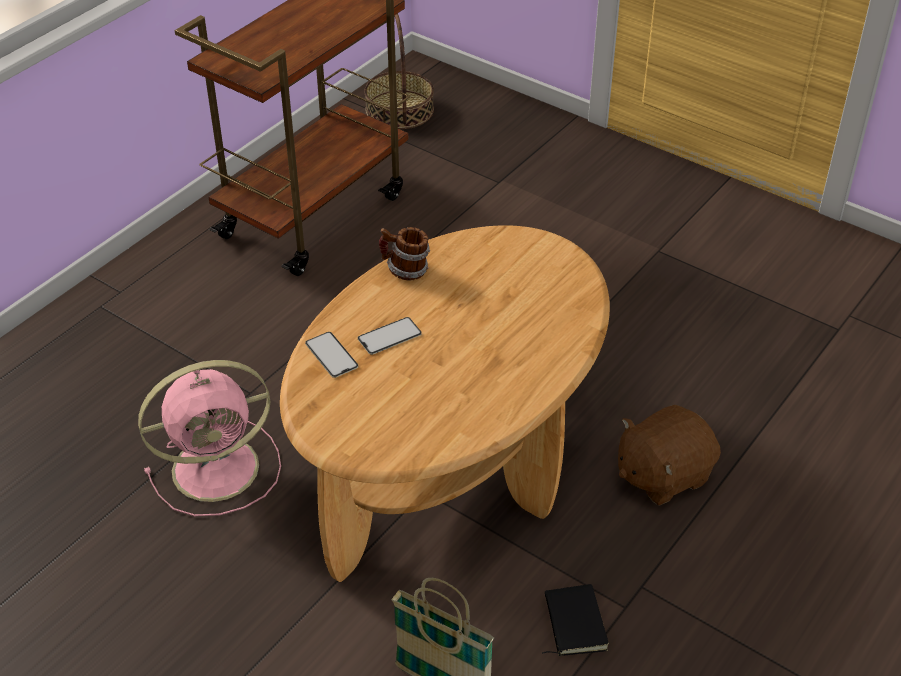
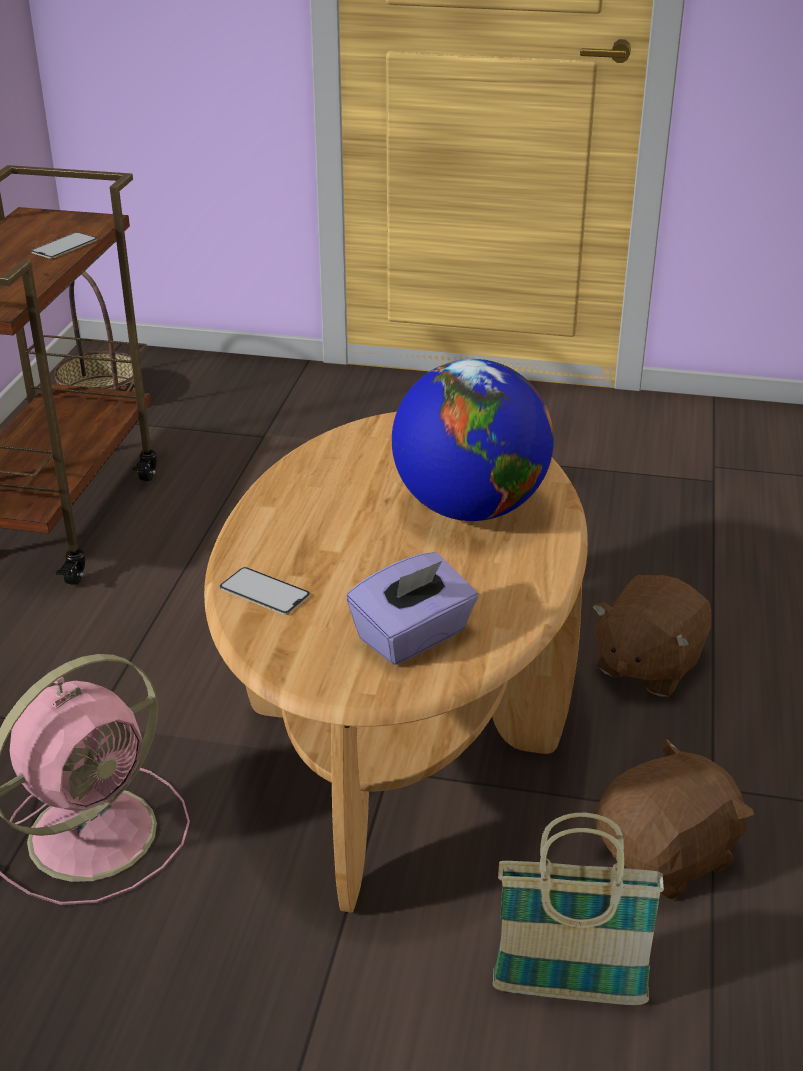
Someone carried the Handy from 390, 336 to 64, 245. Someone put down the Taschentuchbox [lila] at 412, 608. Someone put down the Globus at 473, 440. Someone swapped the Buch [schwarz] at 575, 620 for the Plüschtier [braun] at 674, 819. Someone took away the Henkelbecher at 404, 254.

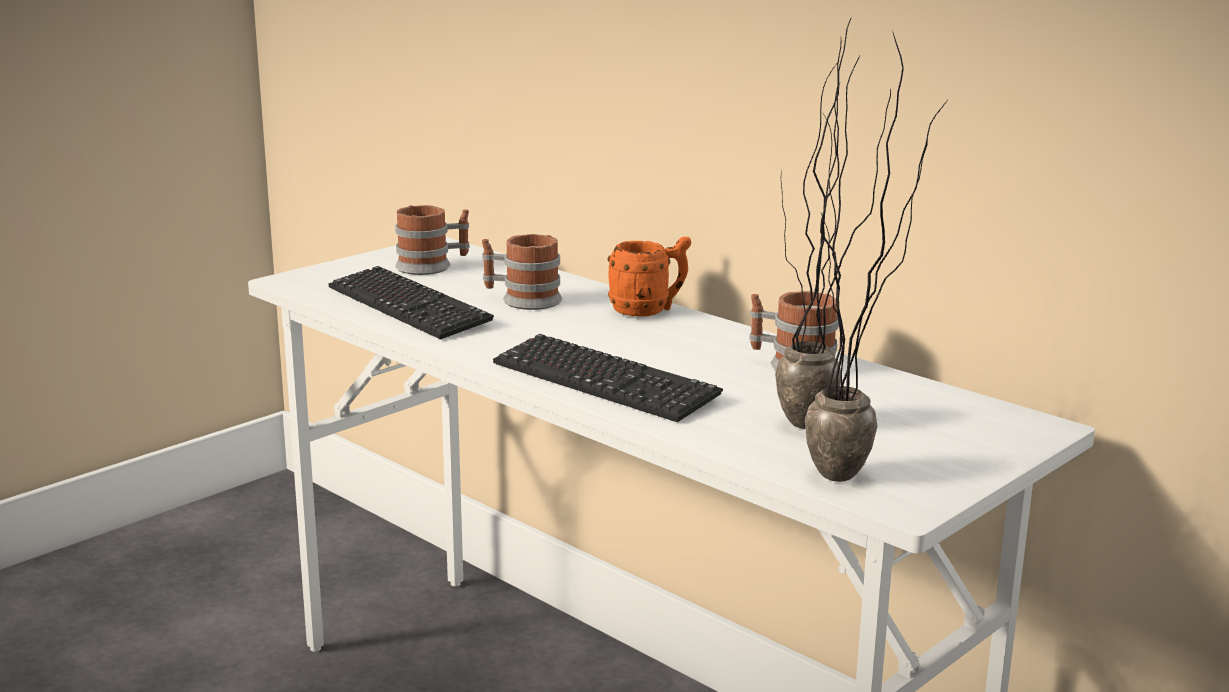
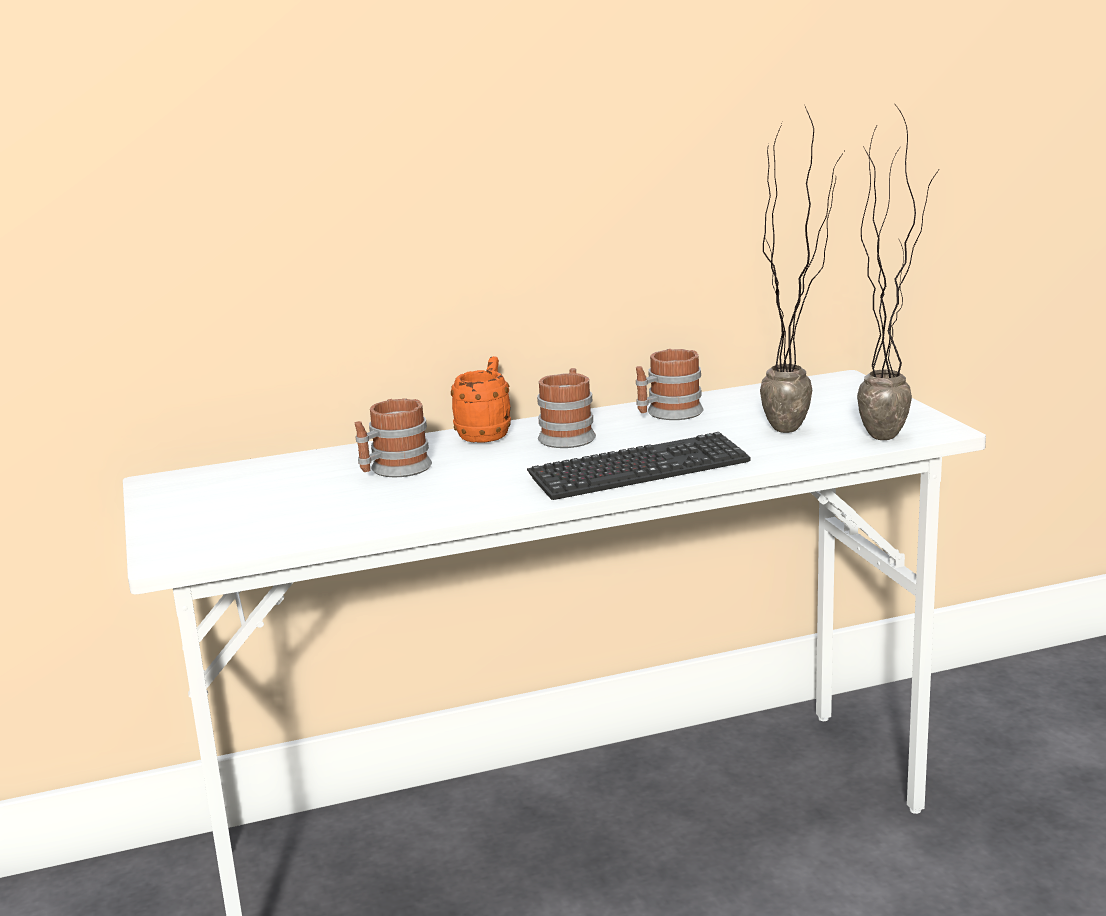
Someone carried the Henkelbecher from 432, 240 to 566, 408. Someone took away the Tastatur at 411, 302.

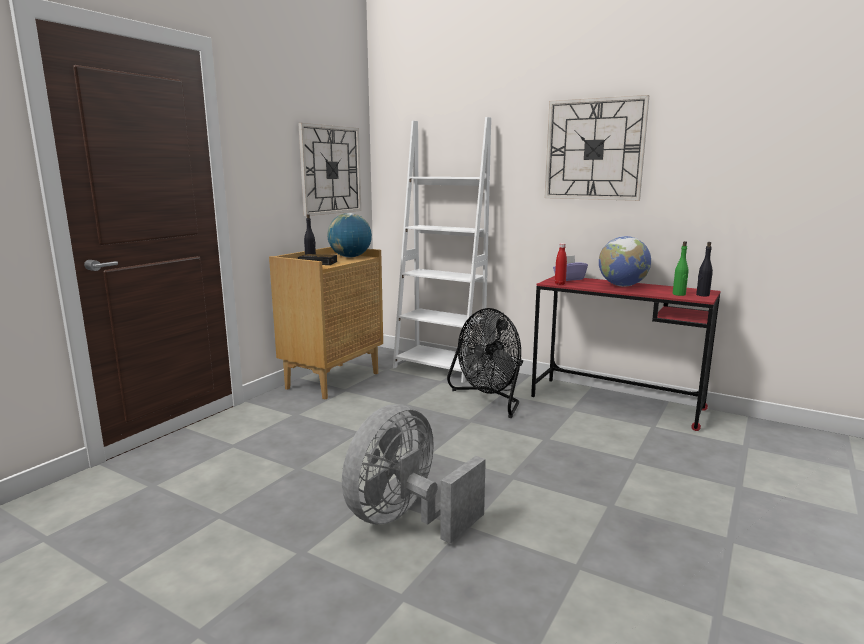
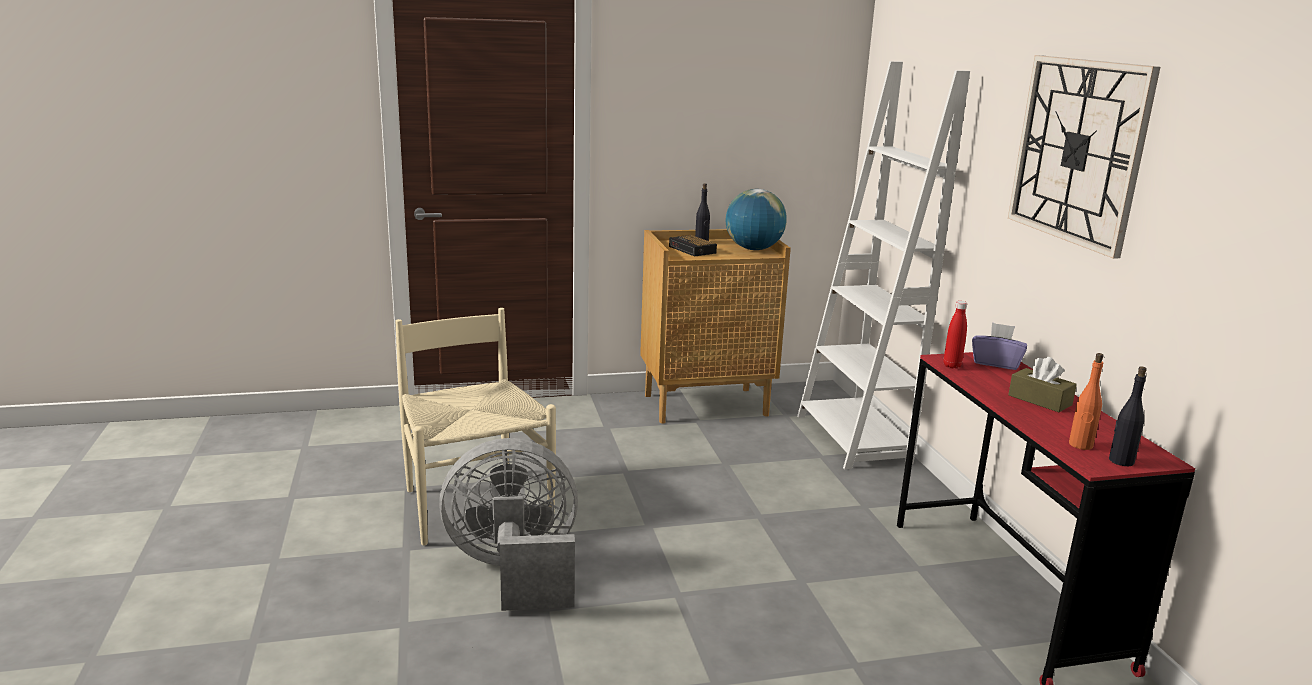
Someone put down the Stuhl [beige] at 475, 426. Someone swapped the Globus at 625, 261 for the Taschentuchbox [braun] at 1042, 384. Someone repainted the Flasche [grün] at 680, 268, which became the Flasche [orange] at 1086, 401. Someone took away the Wanduhr at 329, 169. Someone took away the Ventilator [schwarz] at 485, 363.

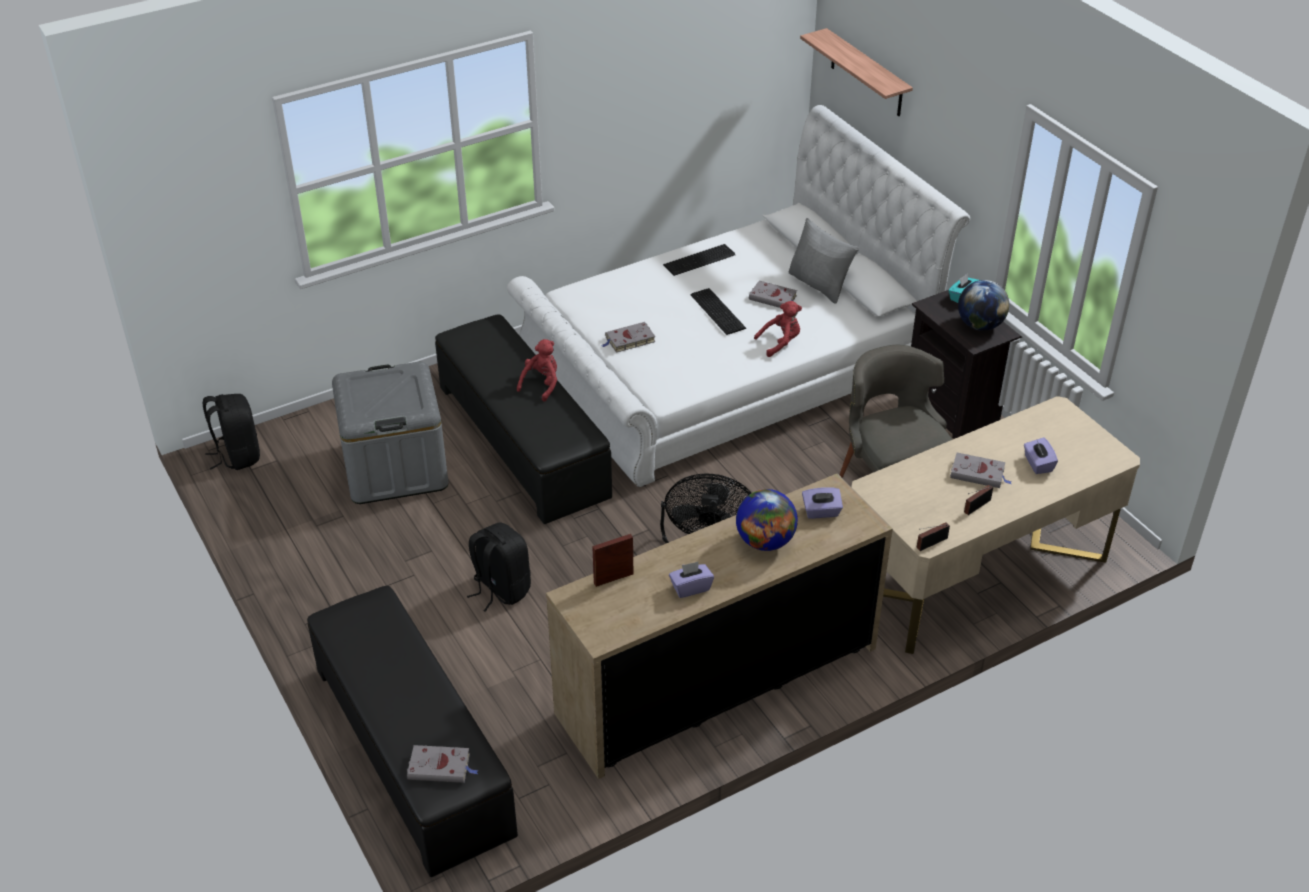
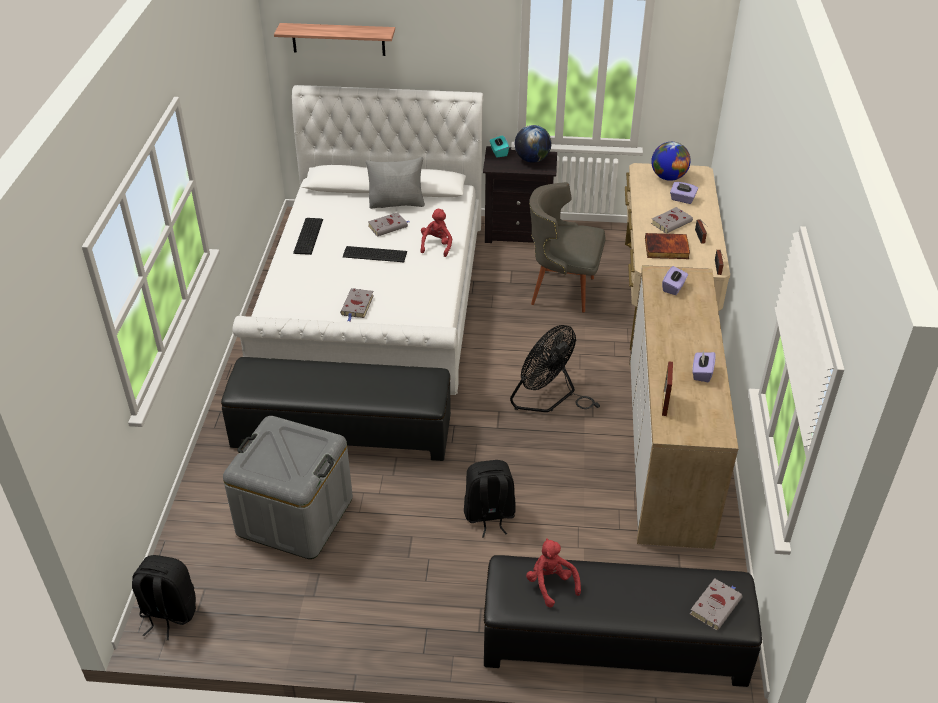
Someone carried the Plüschtier [rot] from 537, 370 to 553, 573. Someone put down the Buch at 667, 246. Someone carried the Globus from 767, 520 to 671, 161.

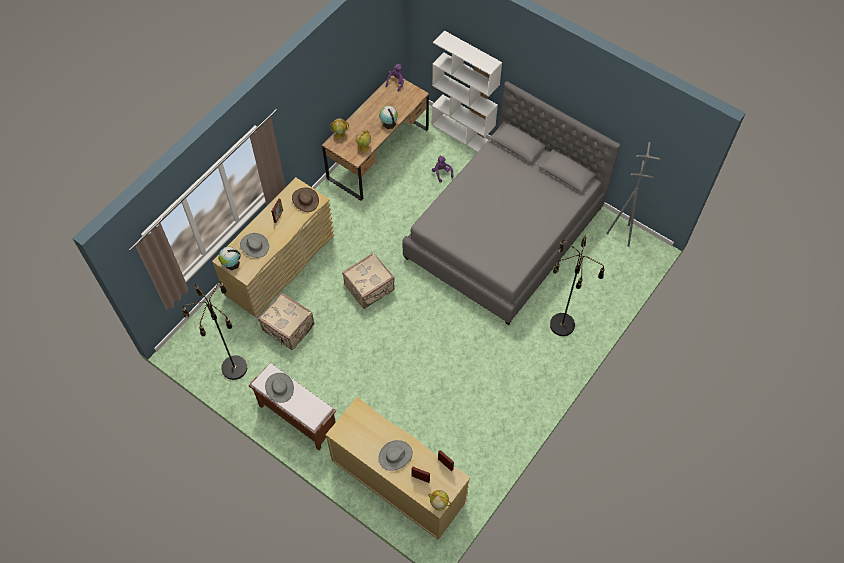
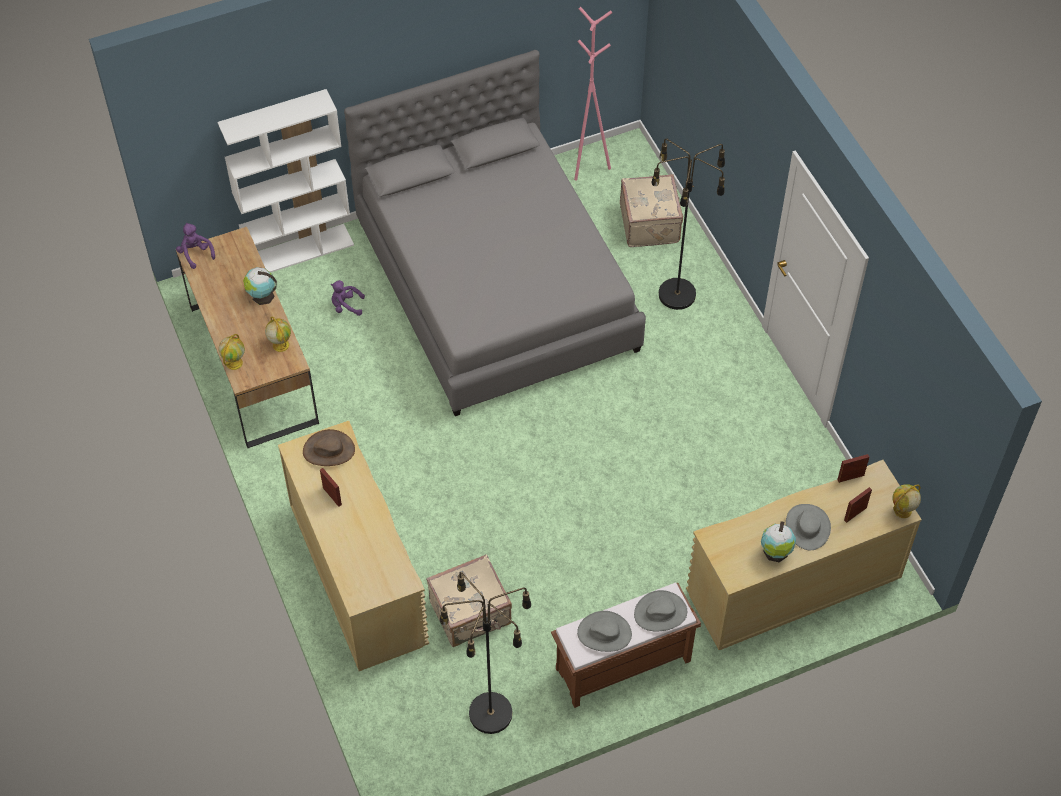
Someone repainted the Kleiderständer [grau] at 633, 194, which became the Kleiderständer [rosa] at 593, 94. Someone carried the Koffer [beige] from 368, 281 to 652, 210. Someone carried the Hut [grau] from 254, 245 to 660, 610. Someone carried the Globus from 229, 258 to 778, 542.

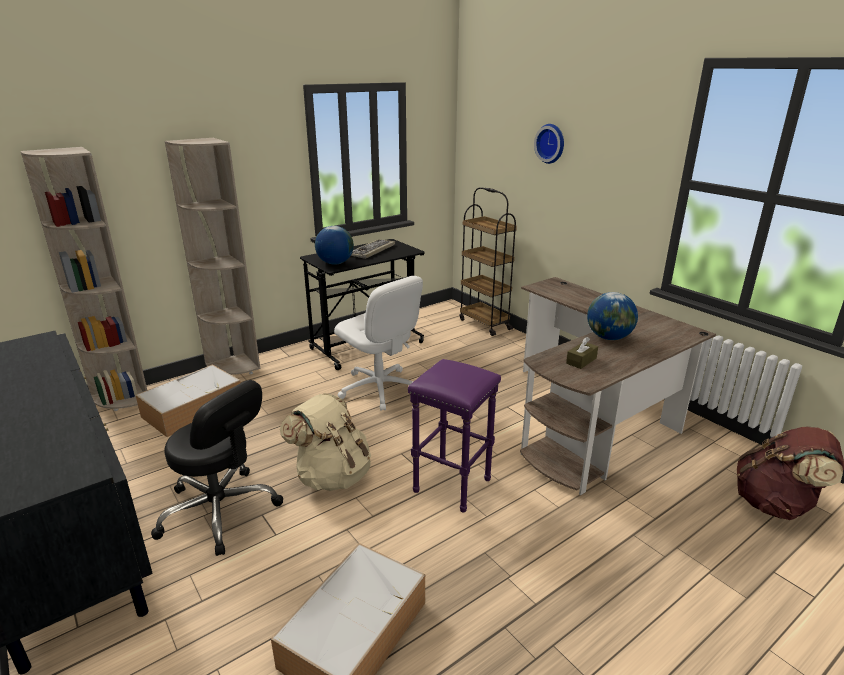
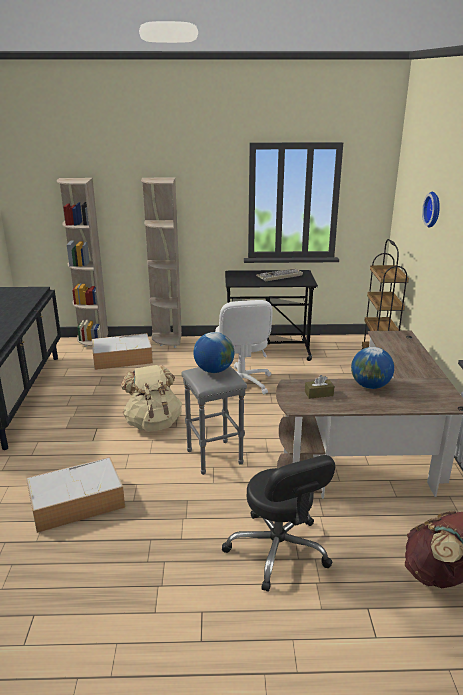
Someone repainted the Hocker [lila] at 454, 435, which became the Hocker [grau] at 214, 420. Someone carried the Globus from 334, 245 to 213, 352. Someone carried the Bürostuhl [schwarz] from 217, 468 to 278, 523.

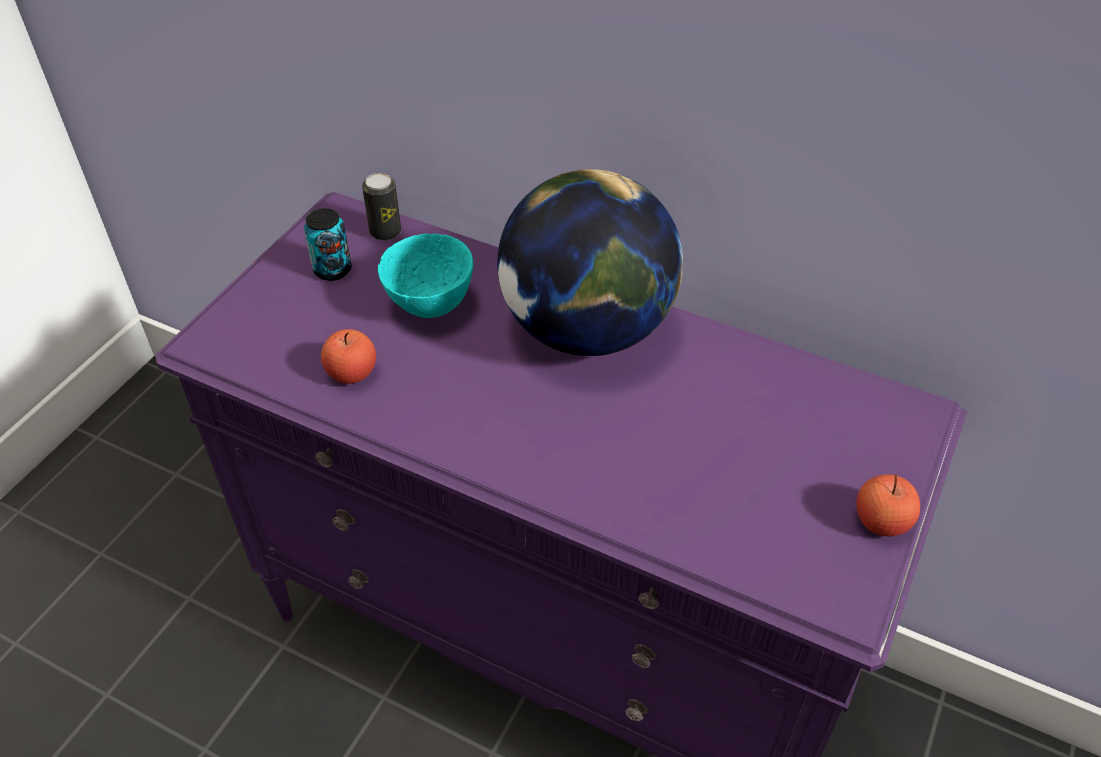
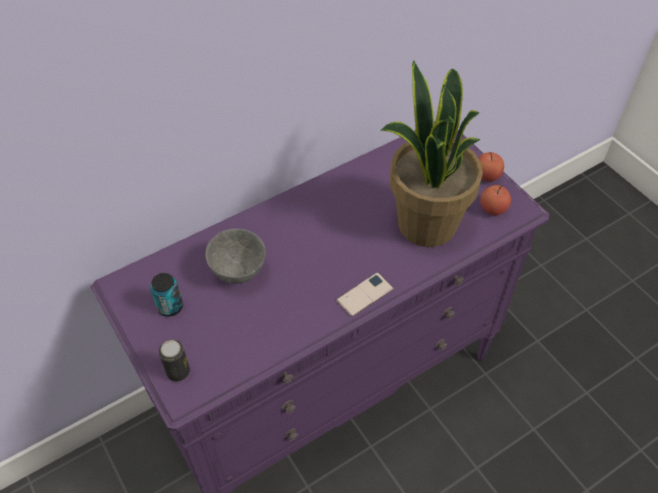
Someone carried the Dose from 381, 207 to 174, 361. Someone repainted the Schüssel [türkis] at 425, 275, which became the Schüssel [grau] at 235, 256. Someone put down the Handy at 364, 295. Someone put down the Topfpflanze at 431, 154. Someone carried the Apfel from 348, 356 to 495, 200. Someone took away the Globus at 590, 262.

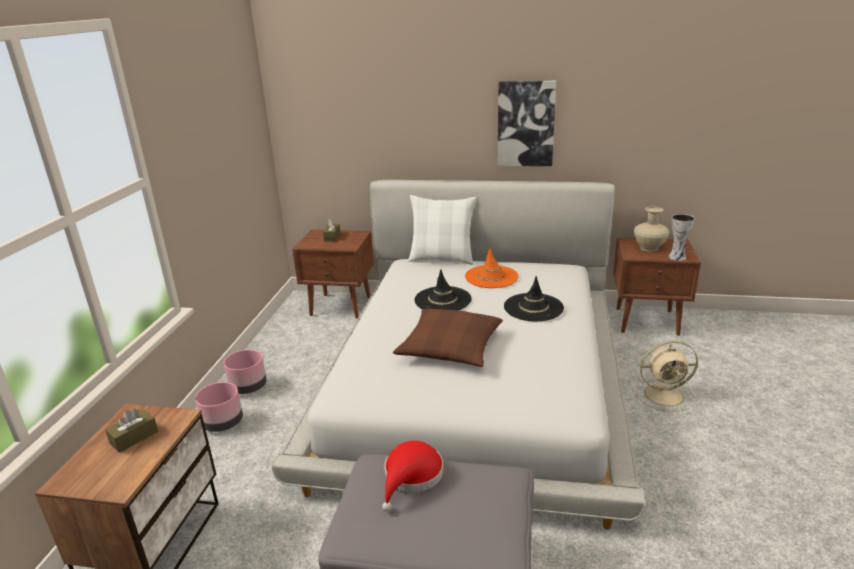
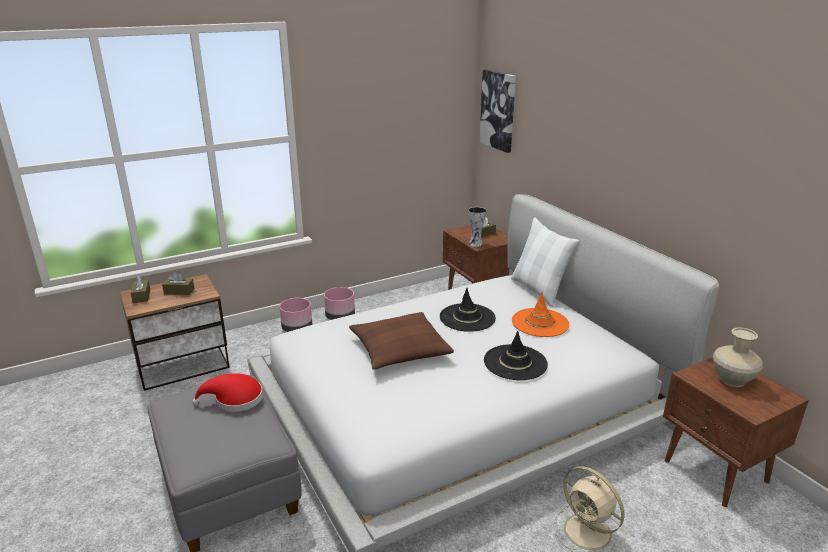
Someone put down the Taschentuchbox [braun] at 140, 289. Someone carried the Vase from 682, 237 to 477, 227. Someone carried the Bild from 527, 123 to 497, 111.

